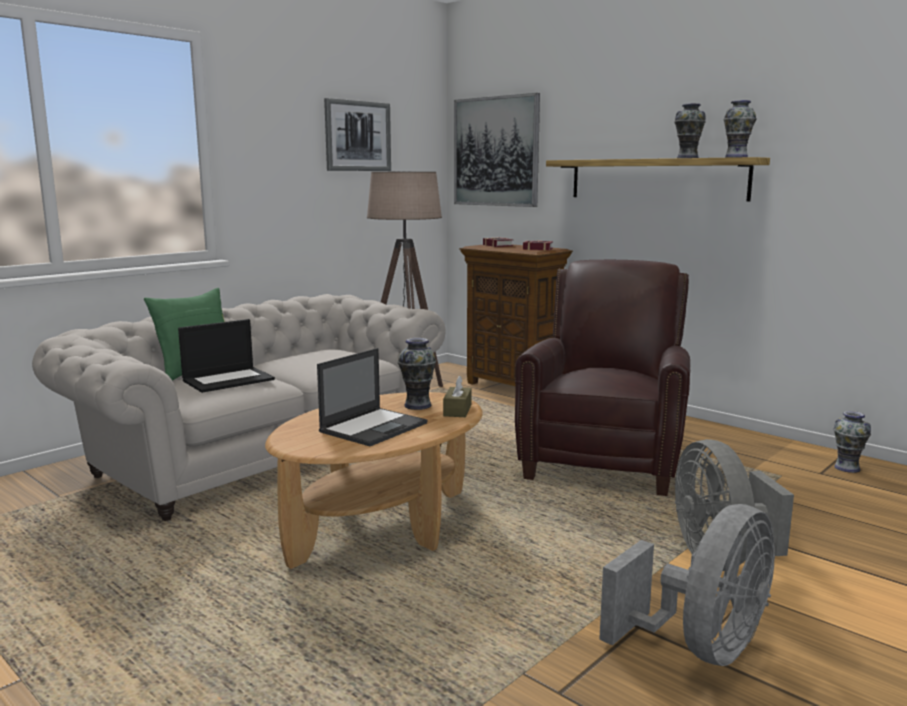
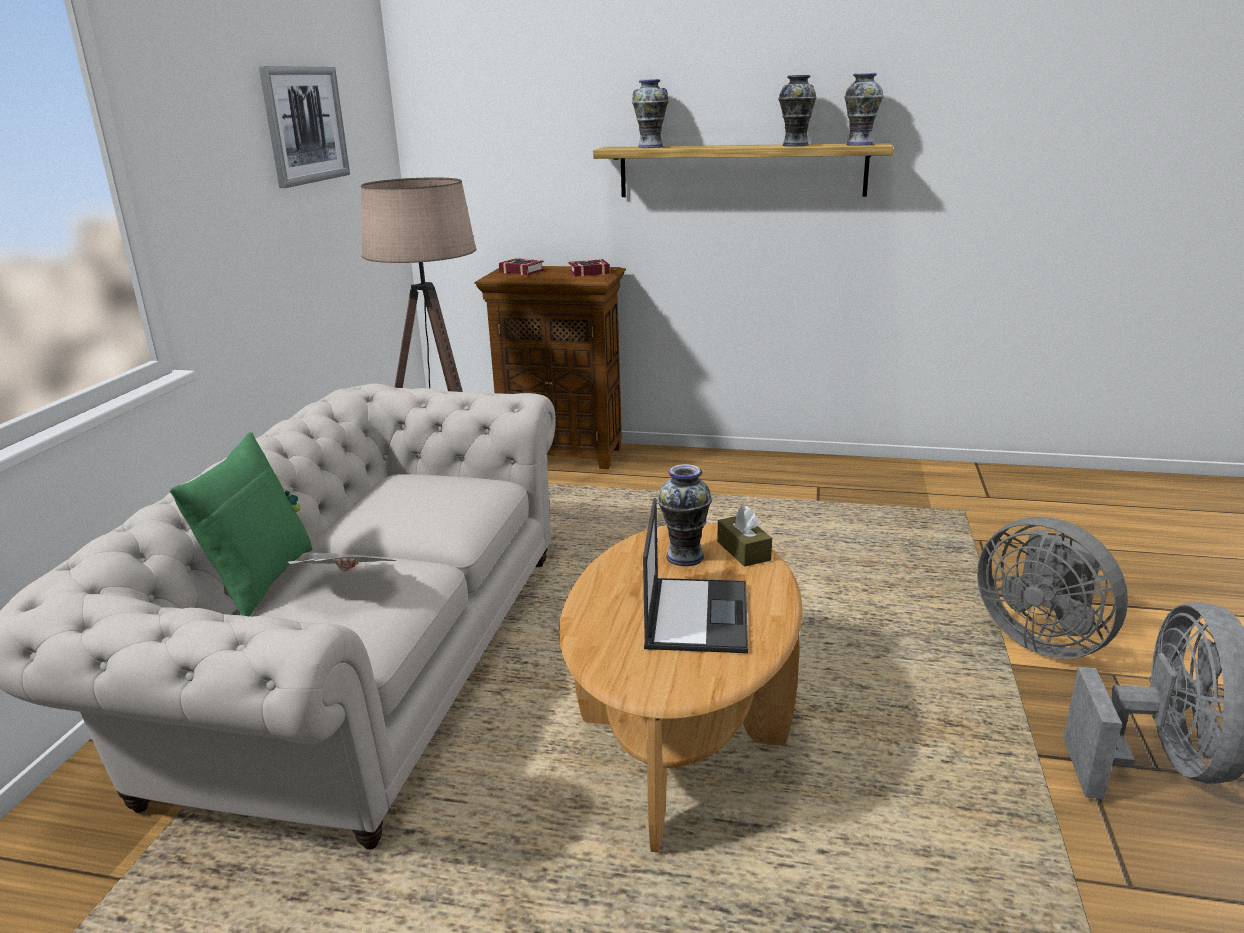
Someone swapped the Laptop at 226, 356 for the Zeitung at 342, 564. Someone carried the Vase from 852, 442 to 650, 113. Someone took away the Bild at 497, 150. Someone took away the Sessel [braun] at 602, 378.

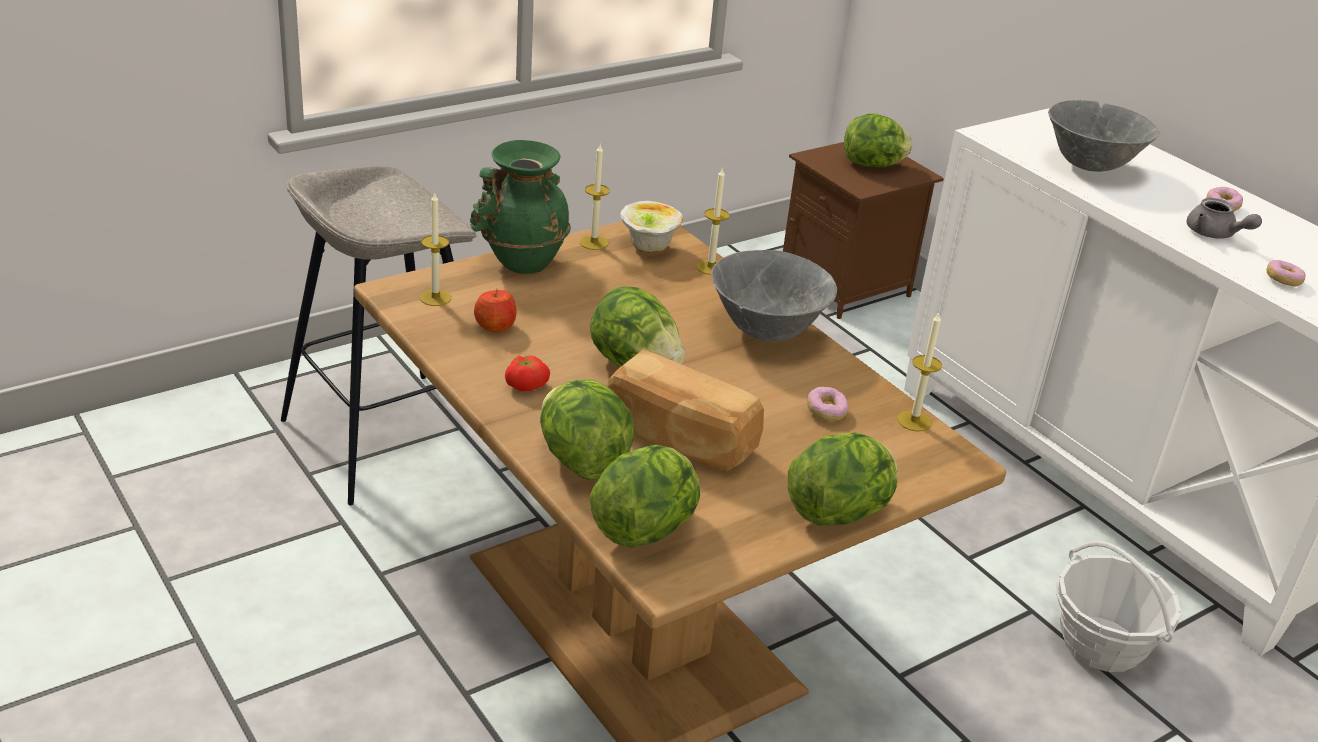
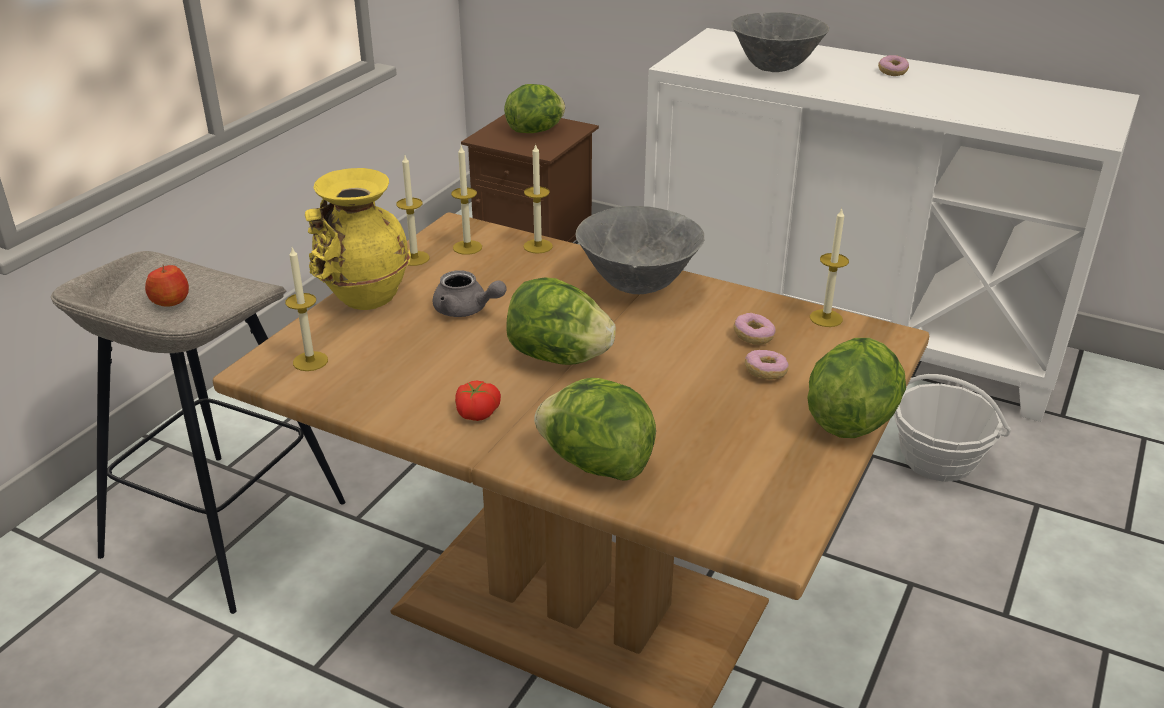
Someone carried the Apfel from 495, 310 to 167, 286. Someone repainted the Vase [grün] at 520, 207, which became the Vase [gelb] at 358, 239. Someone carried the Teekanne [grau] from 1224, 218 to 469, 293. Someone swapped the Schüssel at 651, 227 for the Kerze at 466, 200. Someone carried the Donut from 1286, 273 to 767, 365. Someone took away the Salatkopf at 644, 496. Someone took away the Brot at 685, 410.

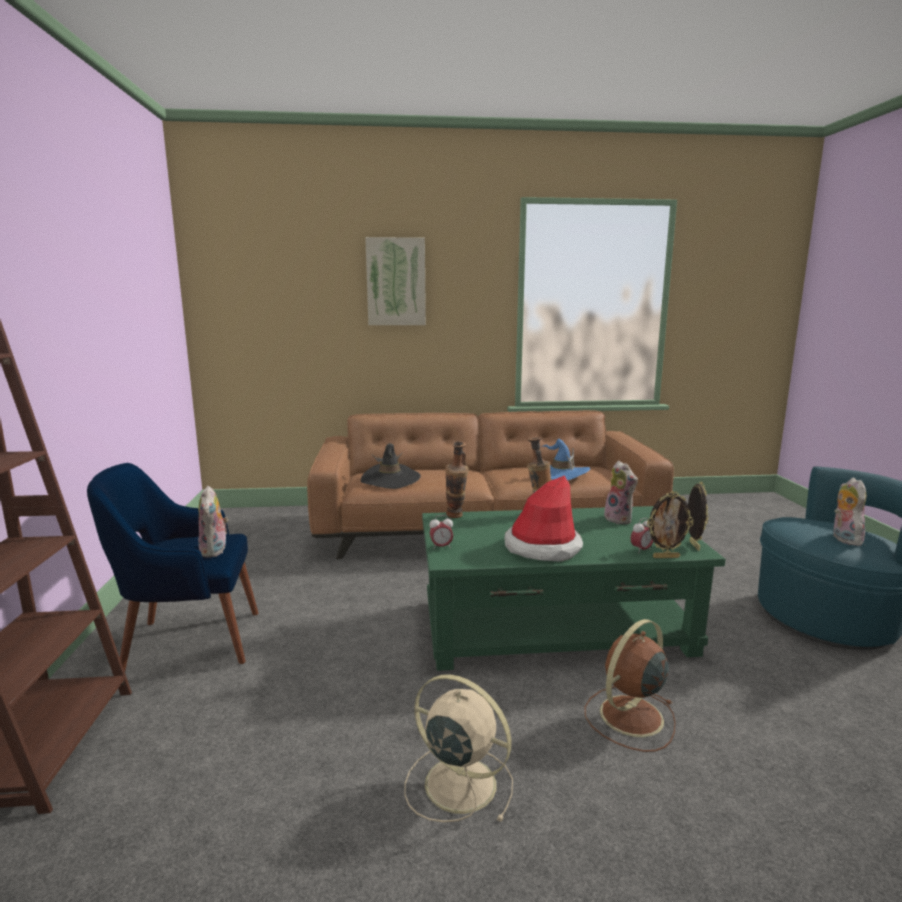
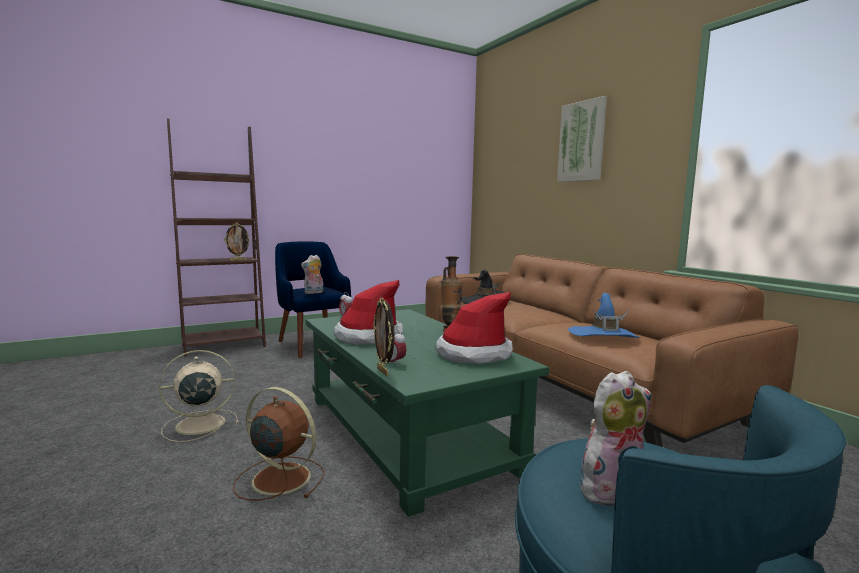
Someone rotated the Ventilator [beige] at 458, 748 by 120 degrees counterclockwise. Someone carried the Bilderrahmen from 698, 516 to 237, 242. Someone swapped the Plüschtier at 621, 492 for the Hut at 474, 328. Someone took away the Vase at 457, 479.

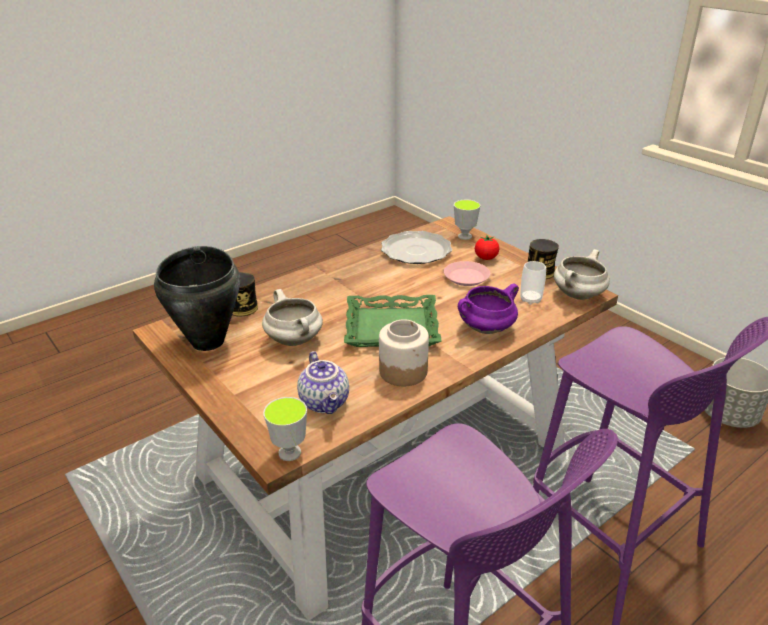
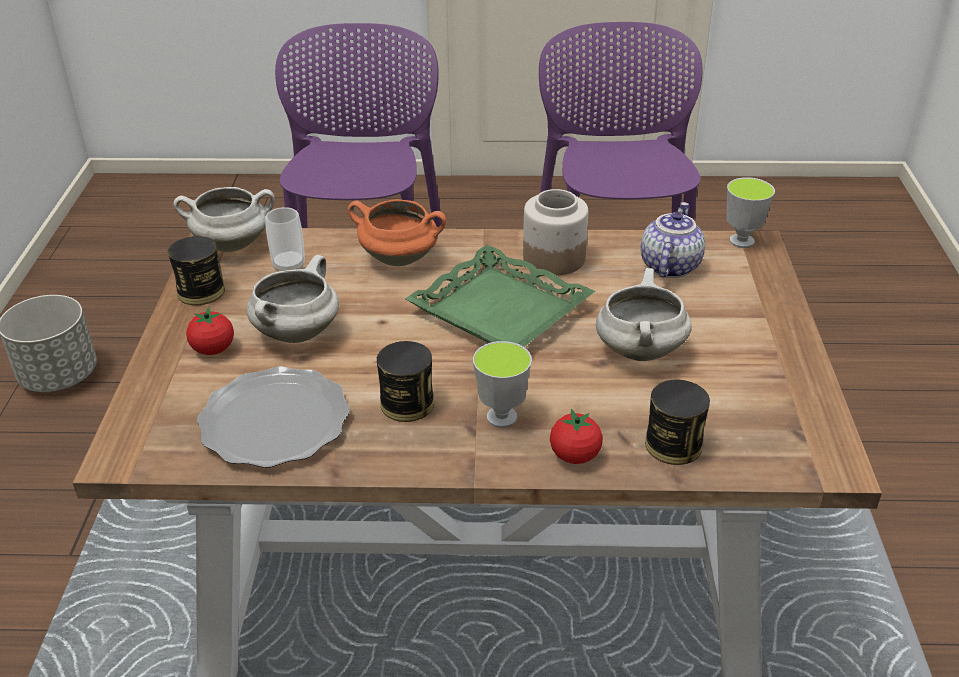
Someone swapped the Teller [rosa] at 467, 273 for the Kochtopf [weiß] at 293, 299. Someone repainted the Kochtopf [lila] at 488, 309, which became the Kochtopf [orange] at 397, 232. Someone put down the Dose at 405, 381. Someone carried the Tasse from 467, 220 to 502, 384. Someone put down the Tomate at 576, 436. Someone took away the Kochtopf [schwarz] at 197, 298.

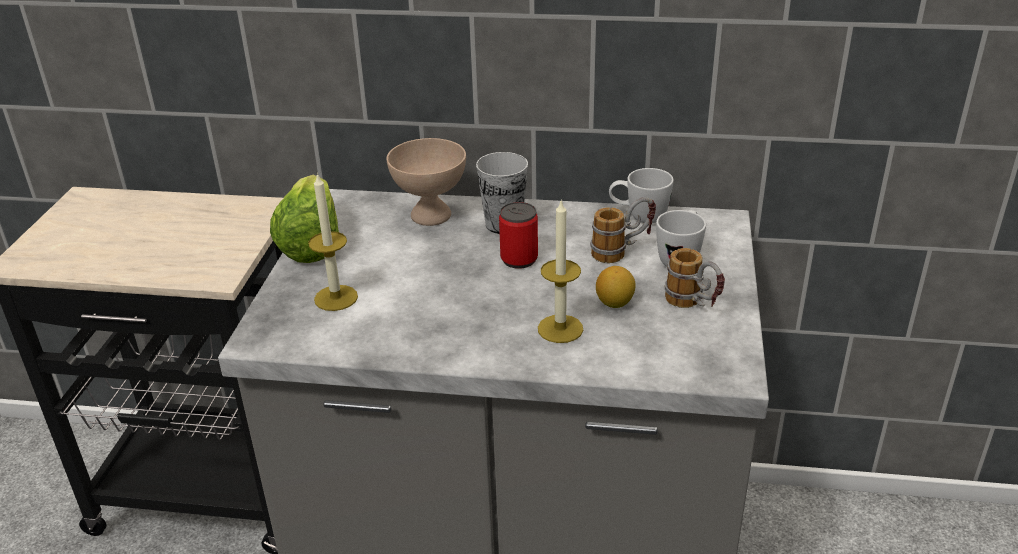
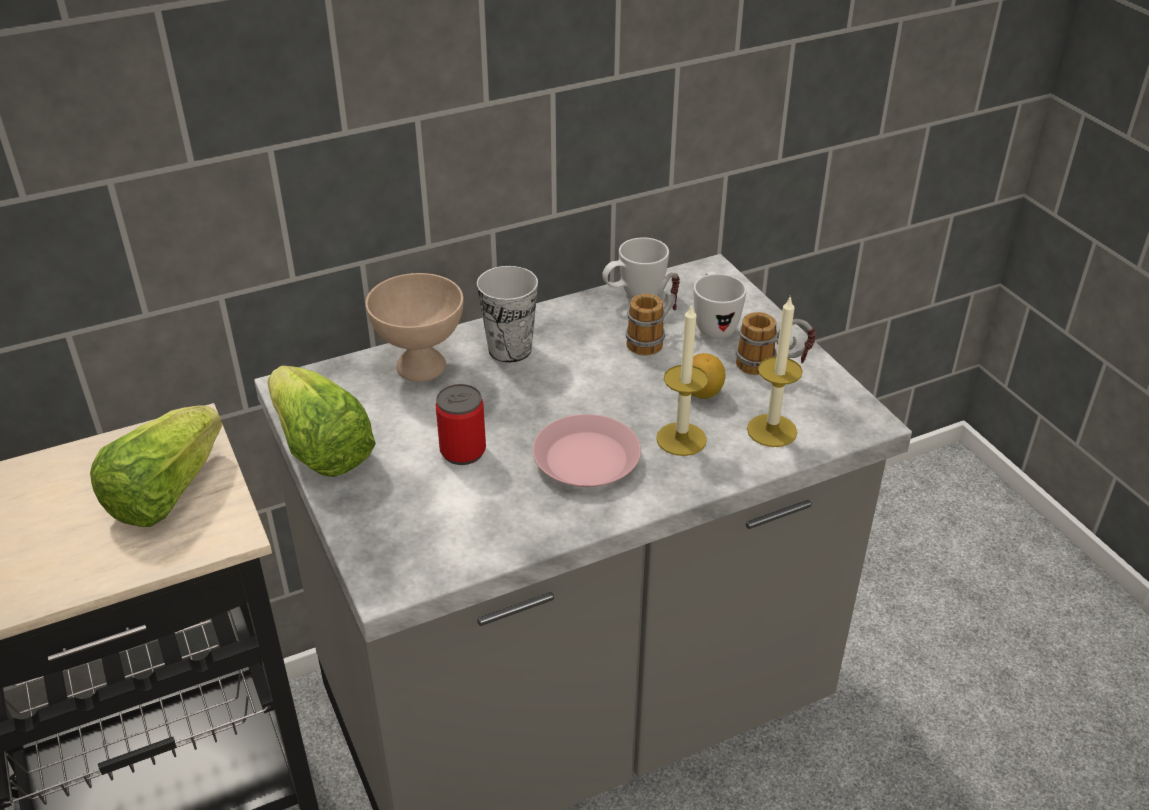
Someone put down the Salatkopf at 156, 466. Someone carried the Dose from 518, 235 to 461, 424. Someone put down the Teller [rosa] at 587, 450. Someone carried the Kerze from 333, 242 to 775, 371.

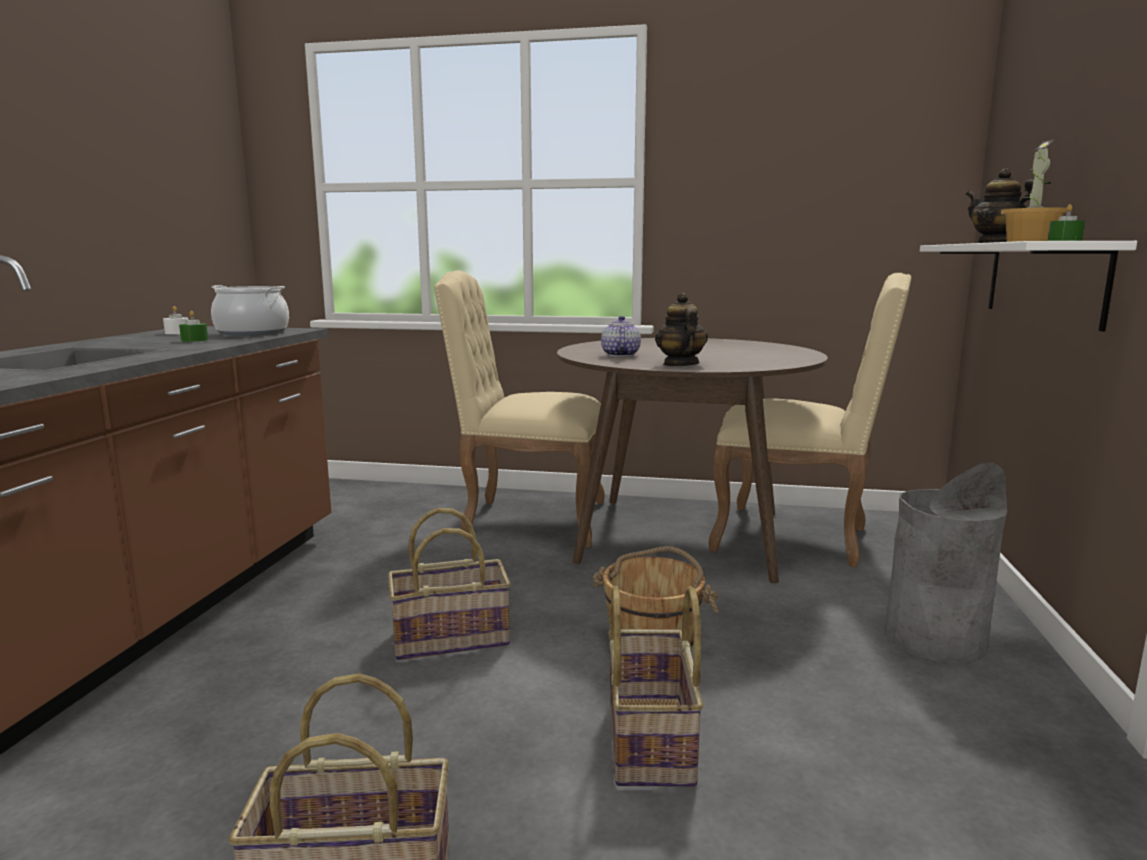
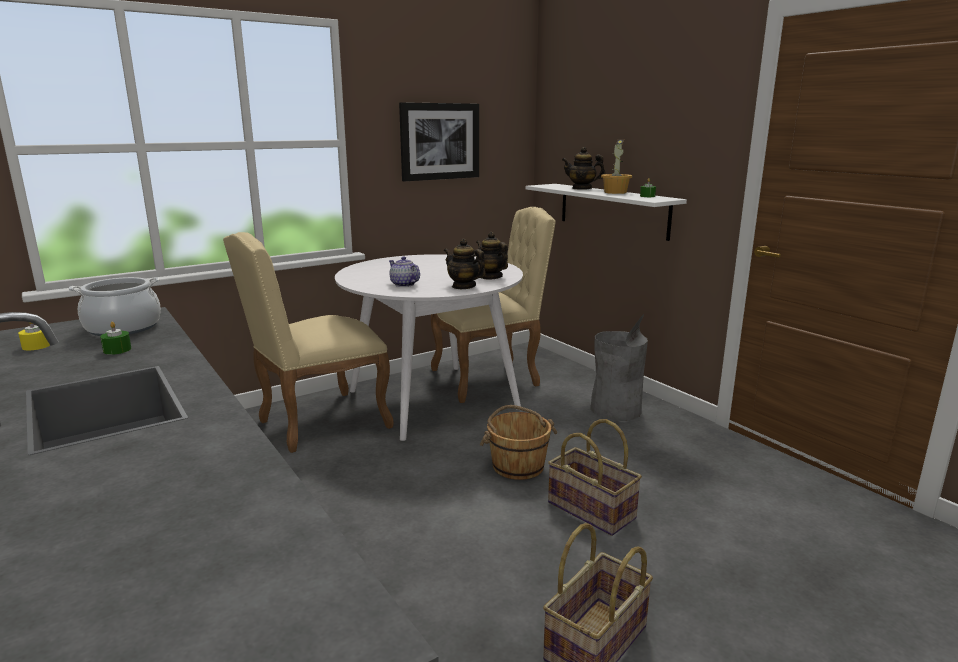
Someone repainted the Kerze [weiß] at 175, 320, which became the Kerze [gelb] at 34, 336. Someone repainted the Esstisch [braun] at 692, 460, which became the Esstisch [weiß] at 429, 347. Someone put up the Bild at 439, 141. Someone put down the Teekanne at 492, 255. Someone took away the Korb at 449, 584.

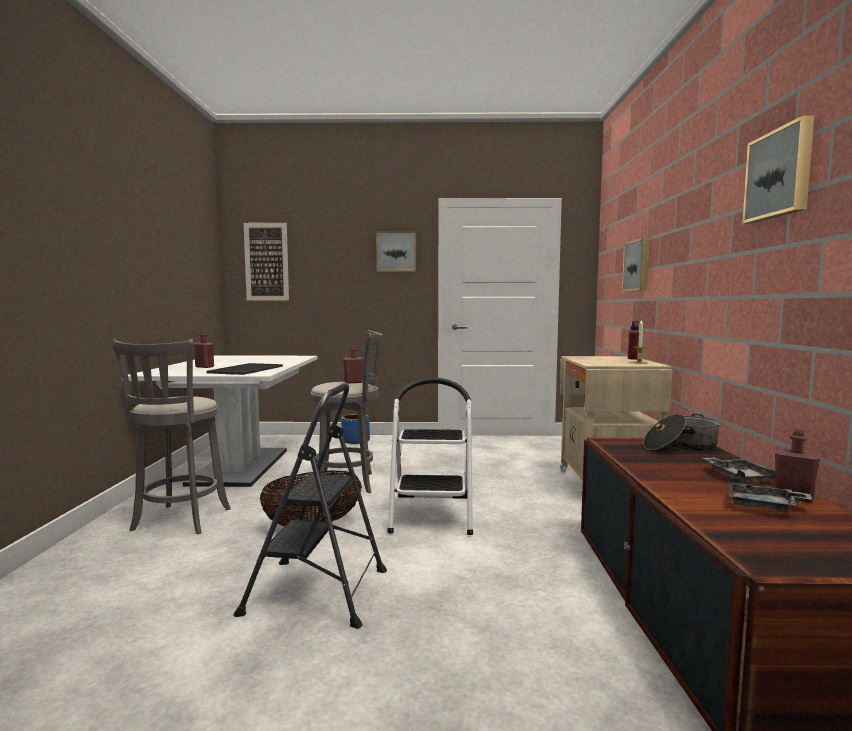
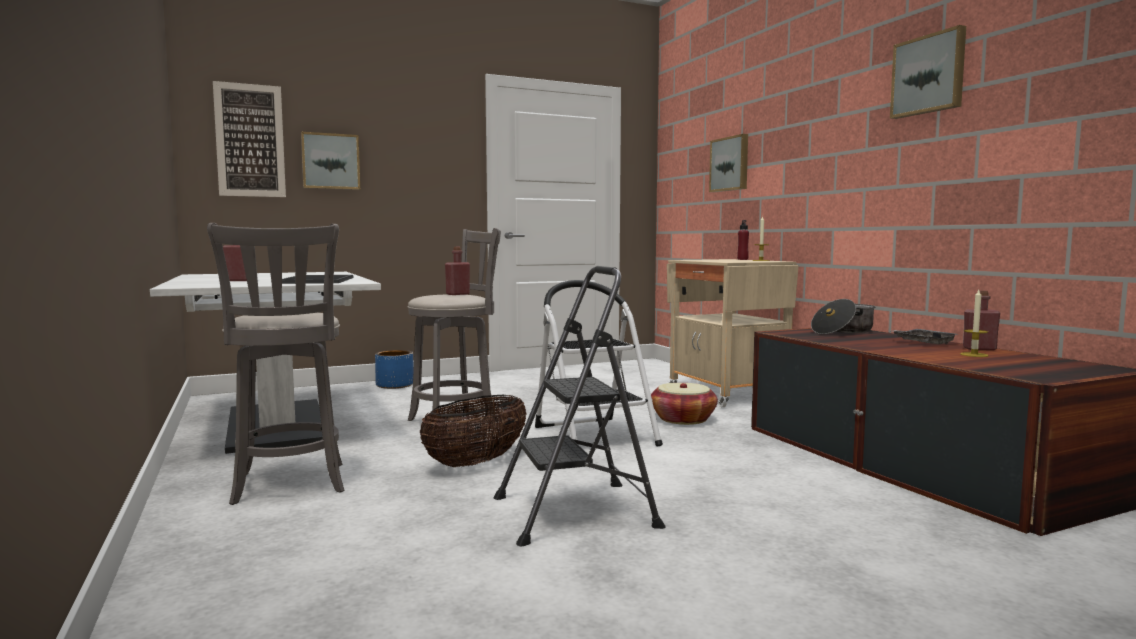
Someone carried the Bild from 396, 251 to 330, 161. Someone put down the Korb at 684, 404. Someone swapped the Tablett [grau] at 770, 495 for the Kerze at 974, 323.

